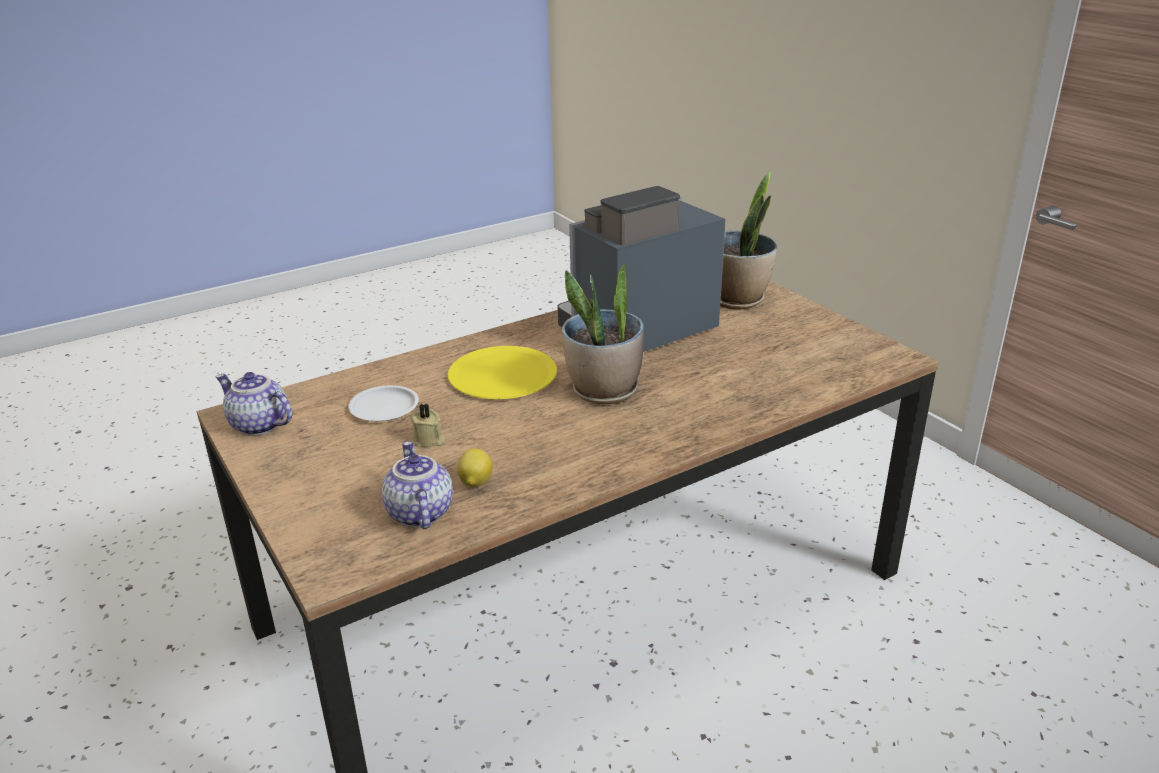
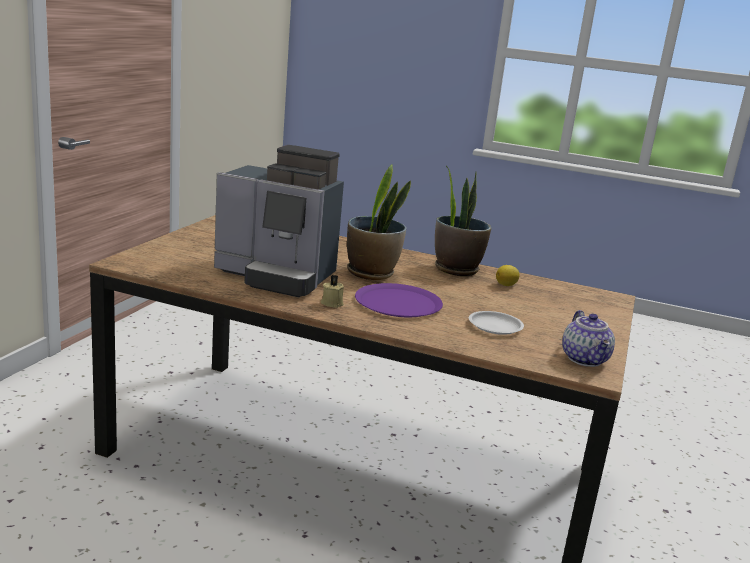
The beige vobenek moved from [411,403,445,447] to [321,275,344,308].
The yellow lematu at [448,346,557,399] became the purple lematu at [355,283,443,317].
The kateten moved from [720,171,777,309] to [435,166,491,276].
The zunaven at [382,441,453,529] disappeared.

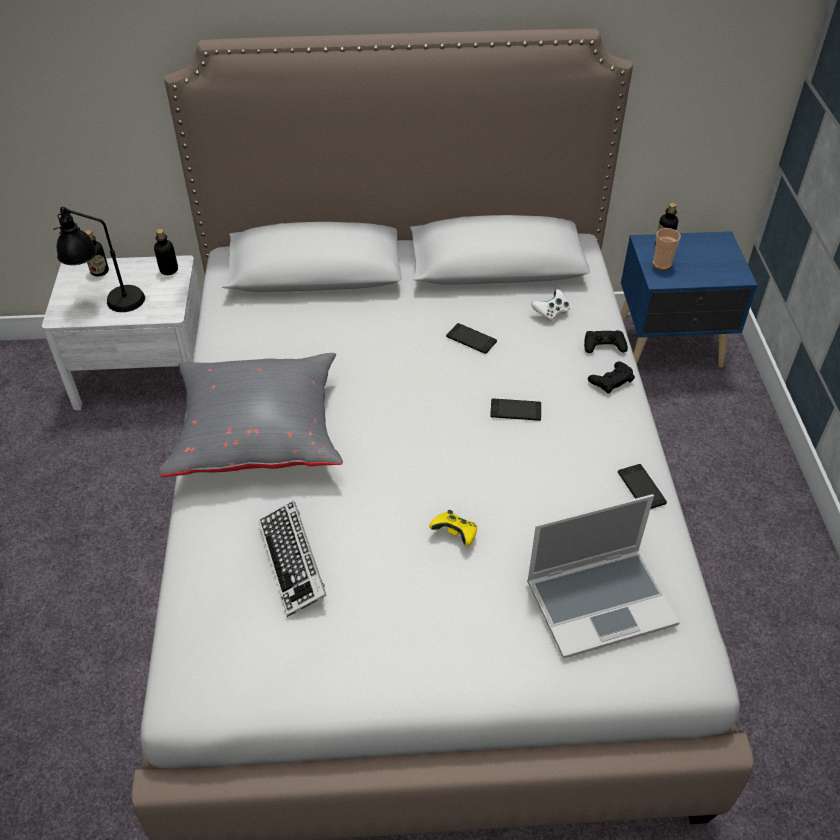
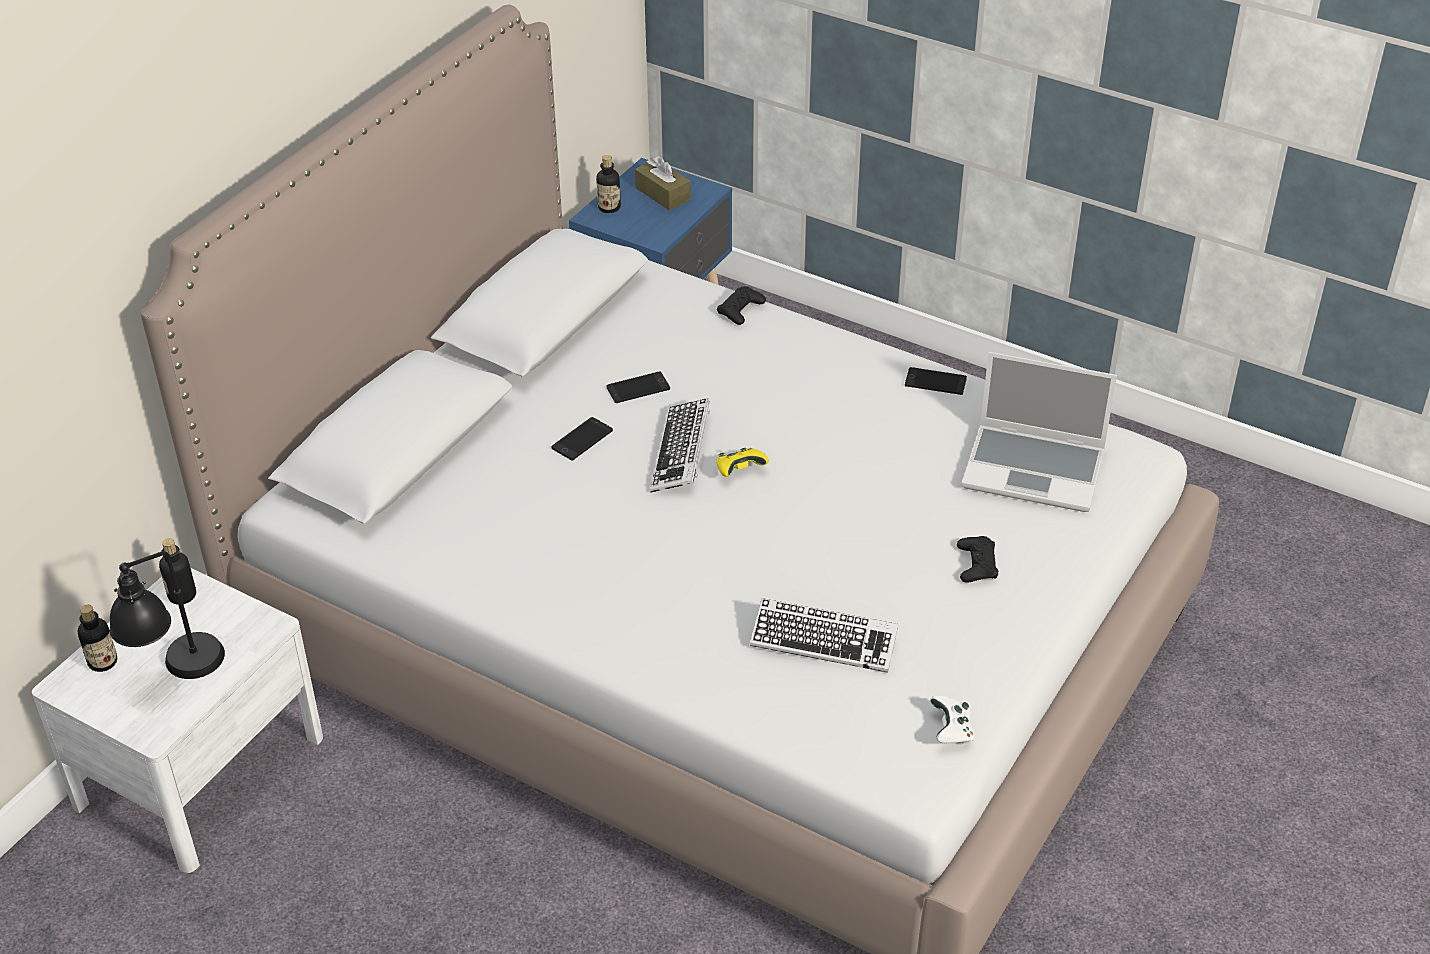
The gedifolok moved from [490,399,541,421] to [551,417,613,460].
The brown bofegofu at [635,155,691,211] appeared.
The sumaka at [650,398,710,493] appeared.
The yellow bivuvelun moved from [429,510,477,546] to [716,448,769,477].
The white bivuvelun moved from [531,289,570,322] to [930,695,975,744].
The black bivuvelun moved from [588,361,635,394] to [957,536,998,582].
The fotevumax at [527,494,680,659] turned 90 degrees clockwise.
The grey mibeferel at [158,353,343,477] disappeared.
The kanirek at [653,228,681,270] disappeared.

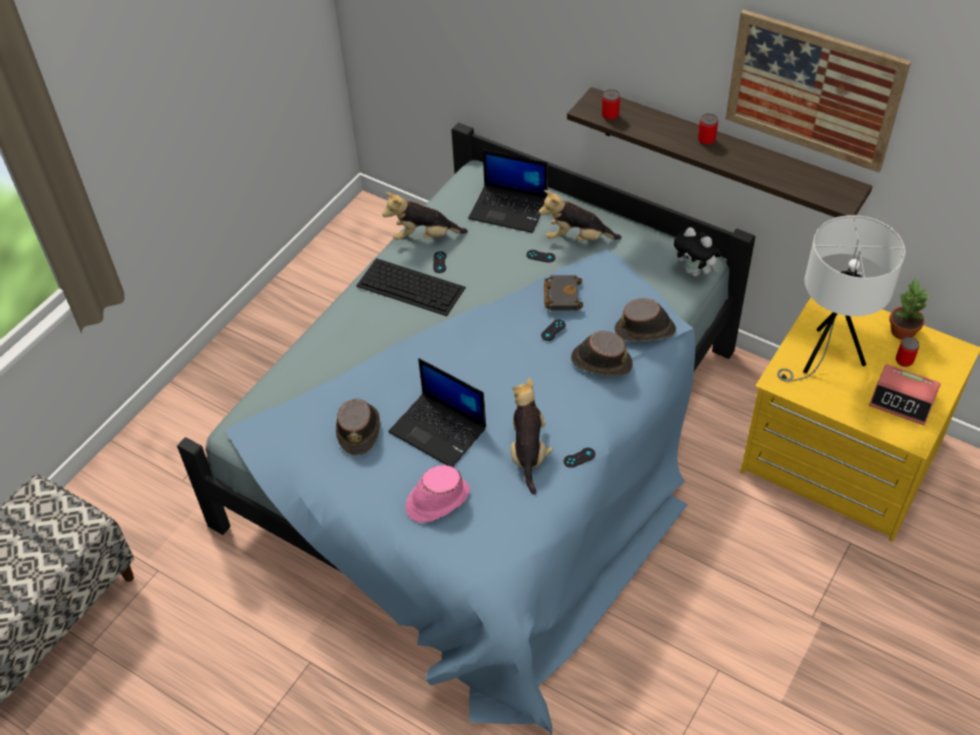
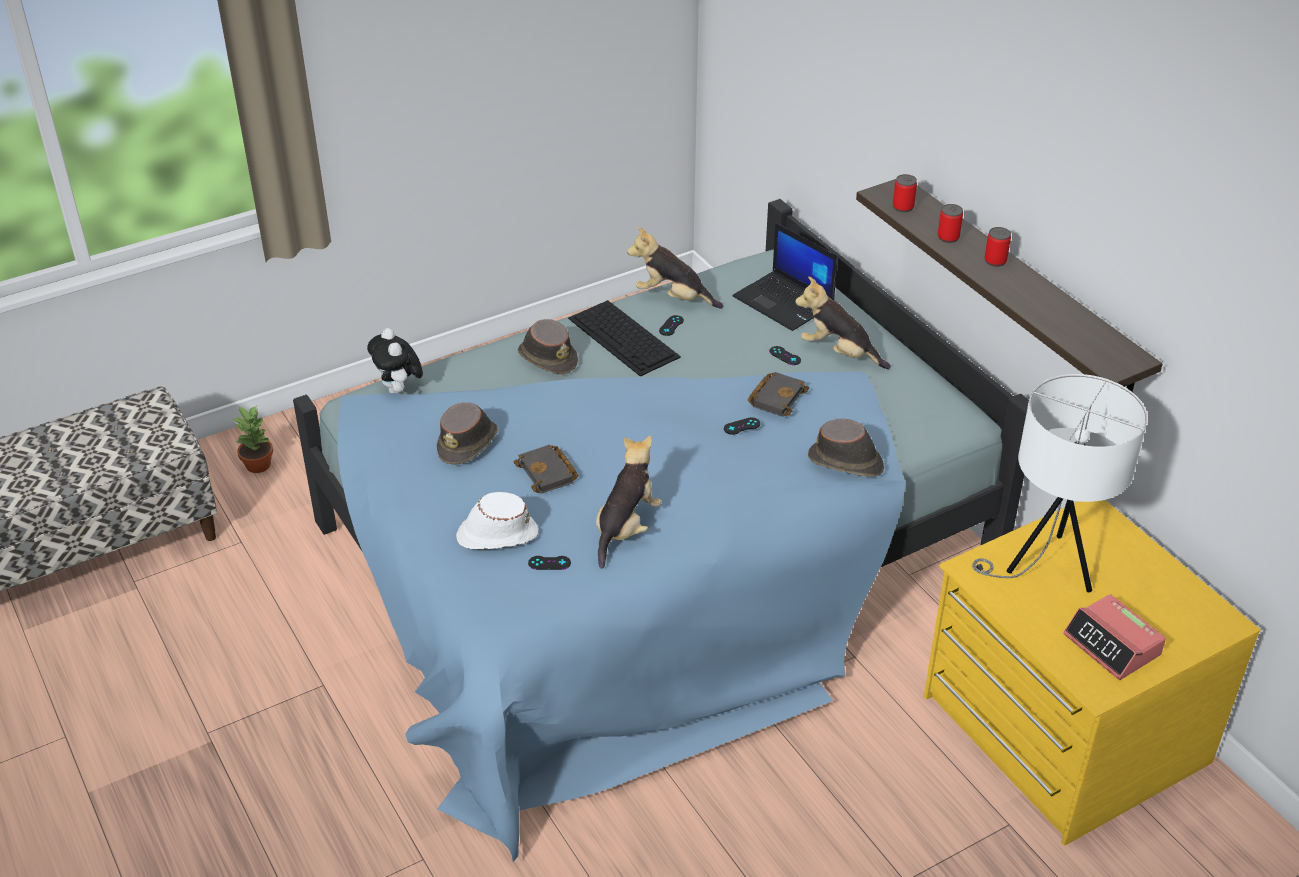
The kateten moved from [889,278,931,340] to [233,405,273,473].
The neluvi moved from [674,227,722,277] to [367,328,423,393].
The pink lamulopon at [406,465,470,523] became the white lamulopon at [456,492,538,550].
The fotevumax at [388,358,486,467] was replaced by the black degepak at [514,445,578,494].
The brown lamulopon moved from [571,331,633,376] to [518,319,578,375].
The black bivuvelun moved from [563,448,595,468] to [528,556,571,570].
The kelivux moved from [896,337,919,367] to [938,204,963,243].
The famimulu at [726,9,911,172] disappeared.

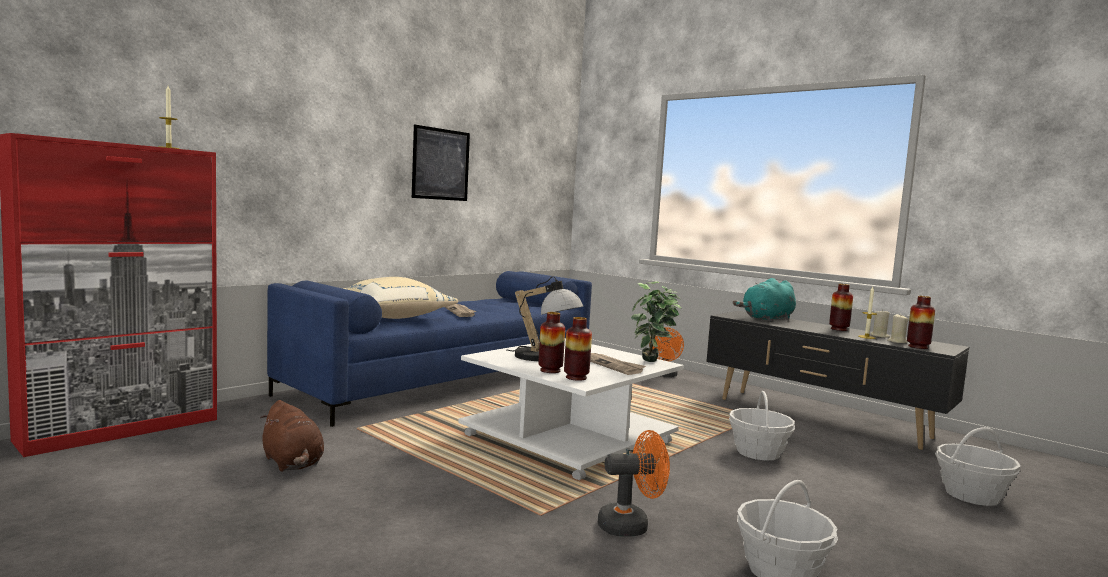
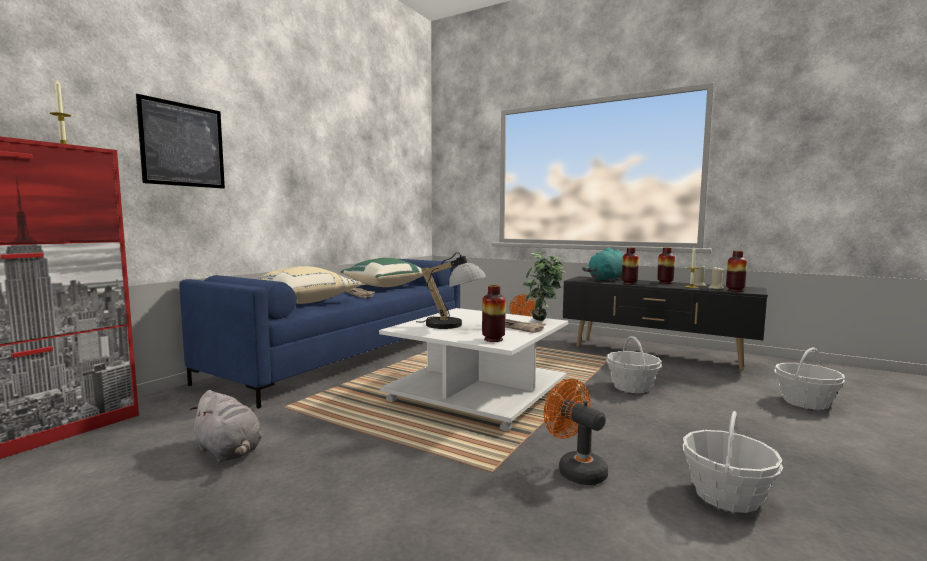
The famimulu moved from [412,125,470,201] to [136,94,225,189].
The brown neluvi at [260,400,324,472] became the grey neluvi at [190,390,262,463].
The green mibeferel at [340,258,423,287] appeared.
The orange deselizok at [598,430,670,537] turned 105 degrees counterclockwise.
The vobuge moved from [538,312,565,373] to [622,248,639,285].

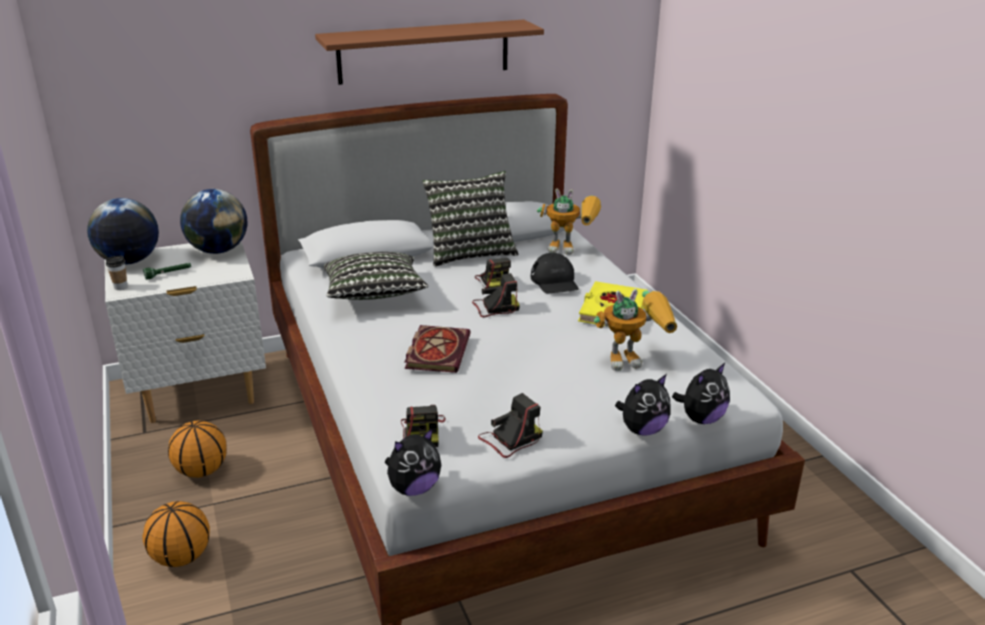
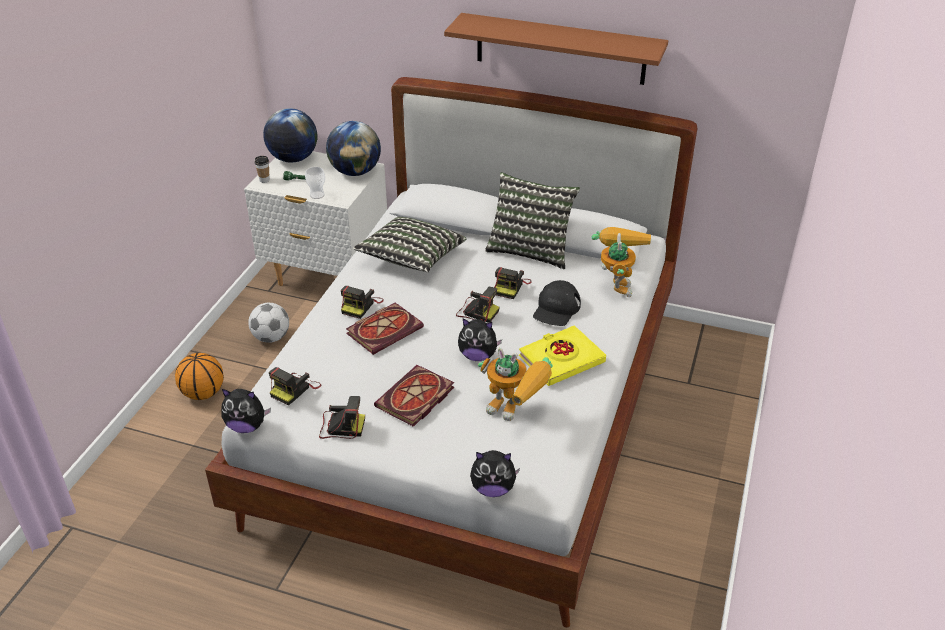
The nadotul at [168,420,227,478] was replaced by the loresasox at [248,303,289,343].
The kanirek at [305,167,325,199] appeared.
The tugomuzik at [341,286,384,319] appeared.
The degepak at [374,365,454,427] appeared.
The neluvi moved from [615,374,671,435] to [458,318,502,361].
The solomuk at [537,189,601,255] turned 135 degrees counterclockwise.

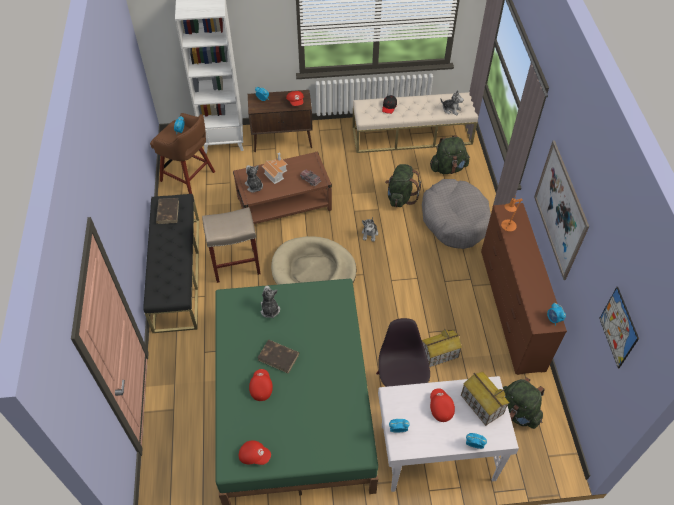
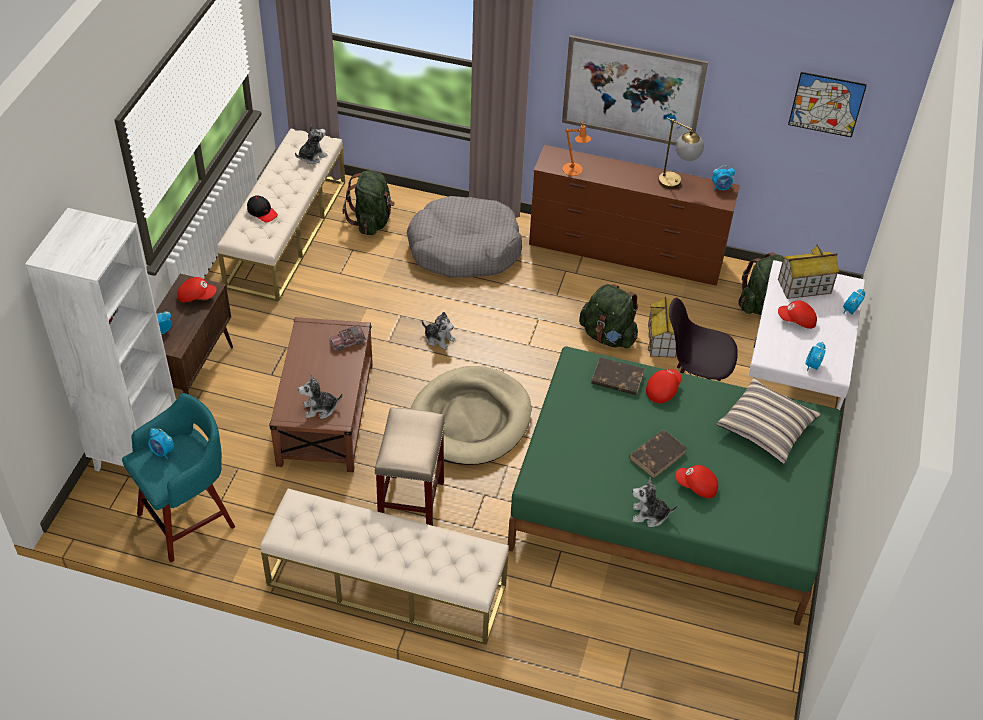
The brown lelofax at [150,113,215,194] became the turquoise lelofax at [122,393,235,563].
The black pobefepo at [143,194,199,333] became the beige pobefepo at [260,489,509,645].
The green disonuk moved from [385,164,421,207] to [579,284,638,348].
The brown degepak moved from [156,198,179,224] to [591,357,644,395].
The neluvi moved from [260,286,280,318] to [632,478,677,527].
The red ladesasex moved from [239,440,271,465] to [646,369,682,403].
The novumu at [658,117,704,189] appeared.
The mibeferel at [716,378,821,464] appeared.
The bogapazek at [262,153,288,184] disappeared.

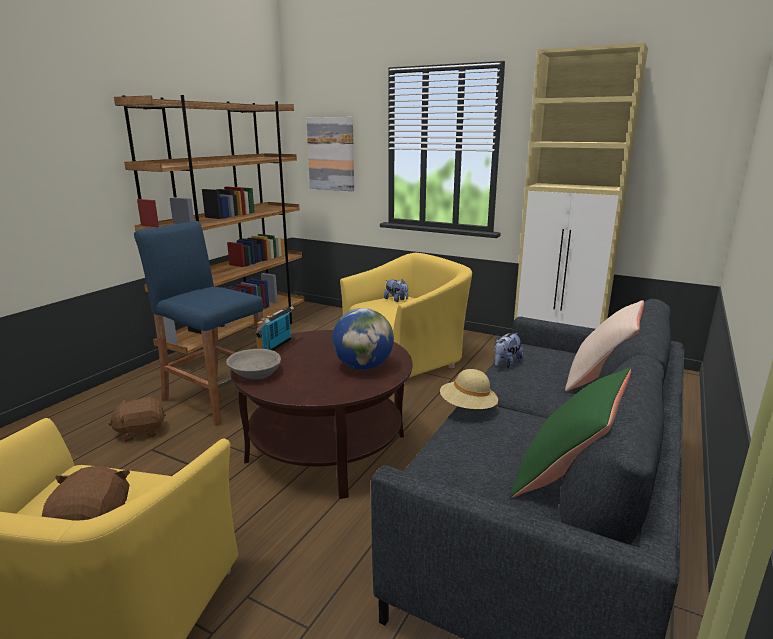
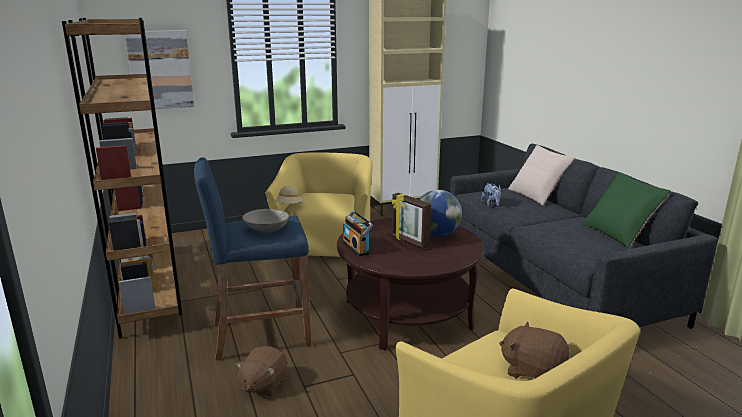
The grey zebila moved from [226,349,281,380] to [242,209,289,232].
The beige lamulopon moved from [440,369,498,409] to [275,186,304,204].
The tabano at [391,193,431,249] appeared.
The neluvi at [384,279,408,302] disappeared.

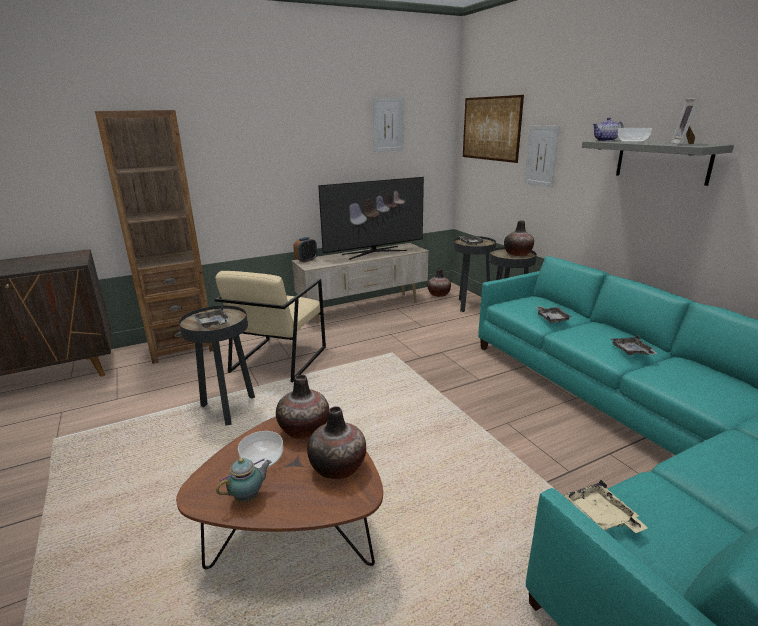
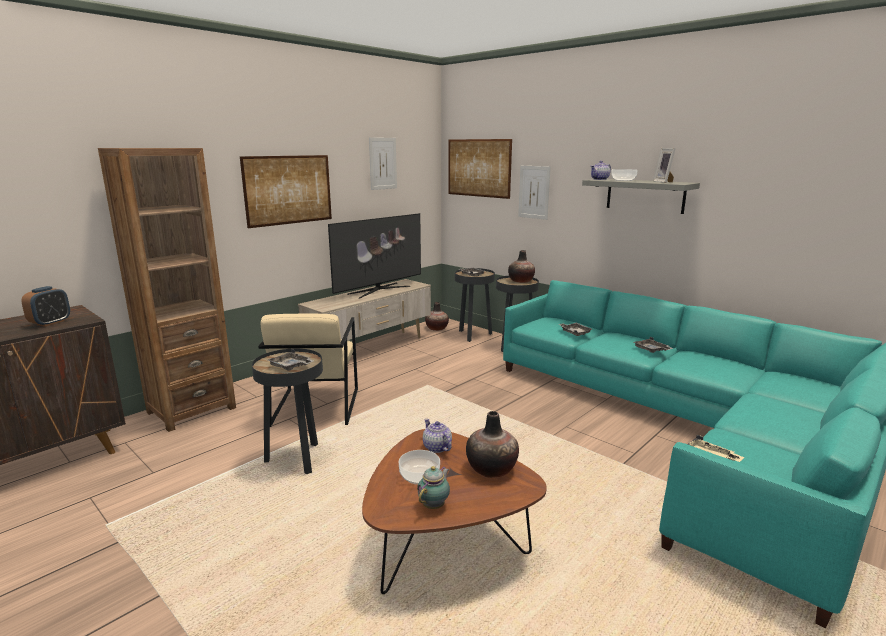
The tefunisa moved from [293,237,317,263] to [21,286,70,327].
The famimulu at [240,155,332,228] appeared.
The vobuge at [276,375,329,439] was replaced by the zunaven at [423,419,452,453].

